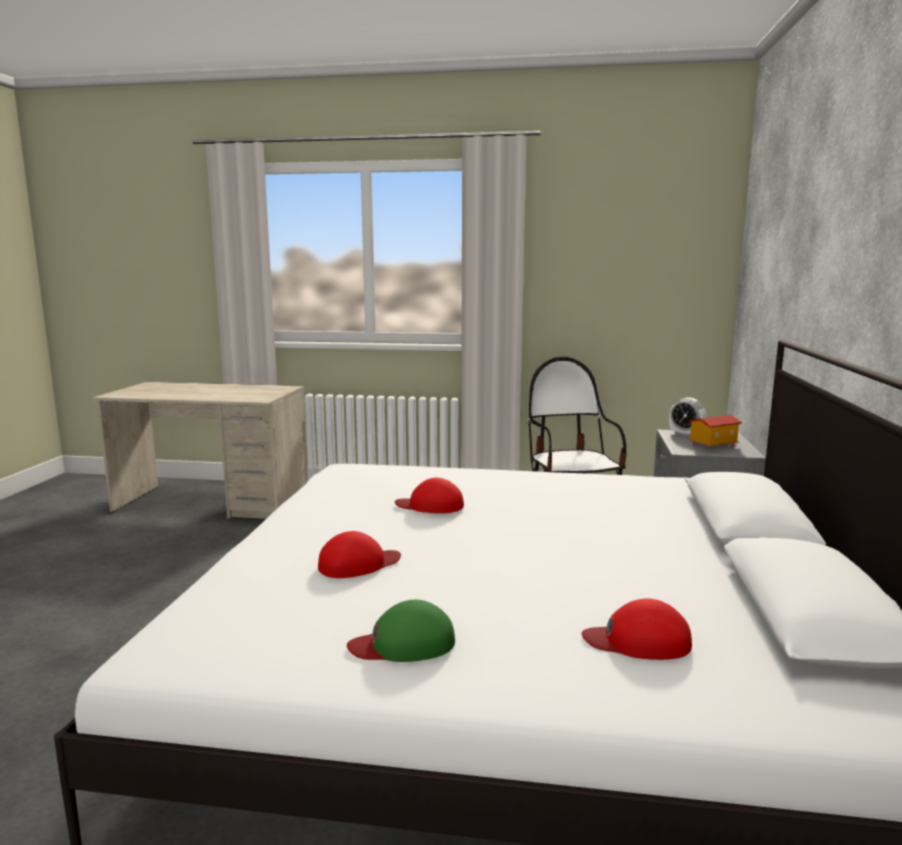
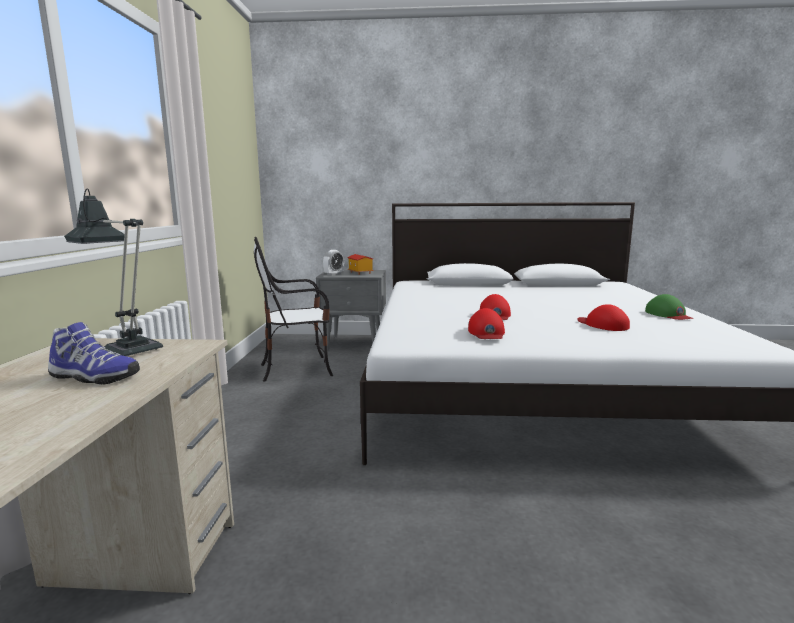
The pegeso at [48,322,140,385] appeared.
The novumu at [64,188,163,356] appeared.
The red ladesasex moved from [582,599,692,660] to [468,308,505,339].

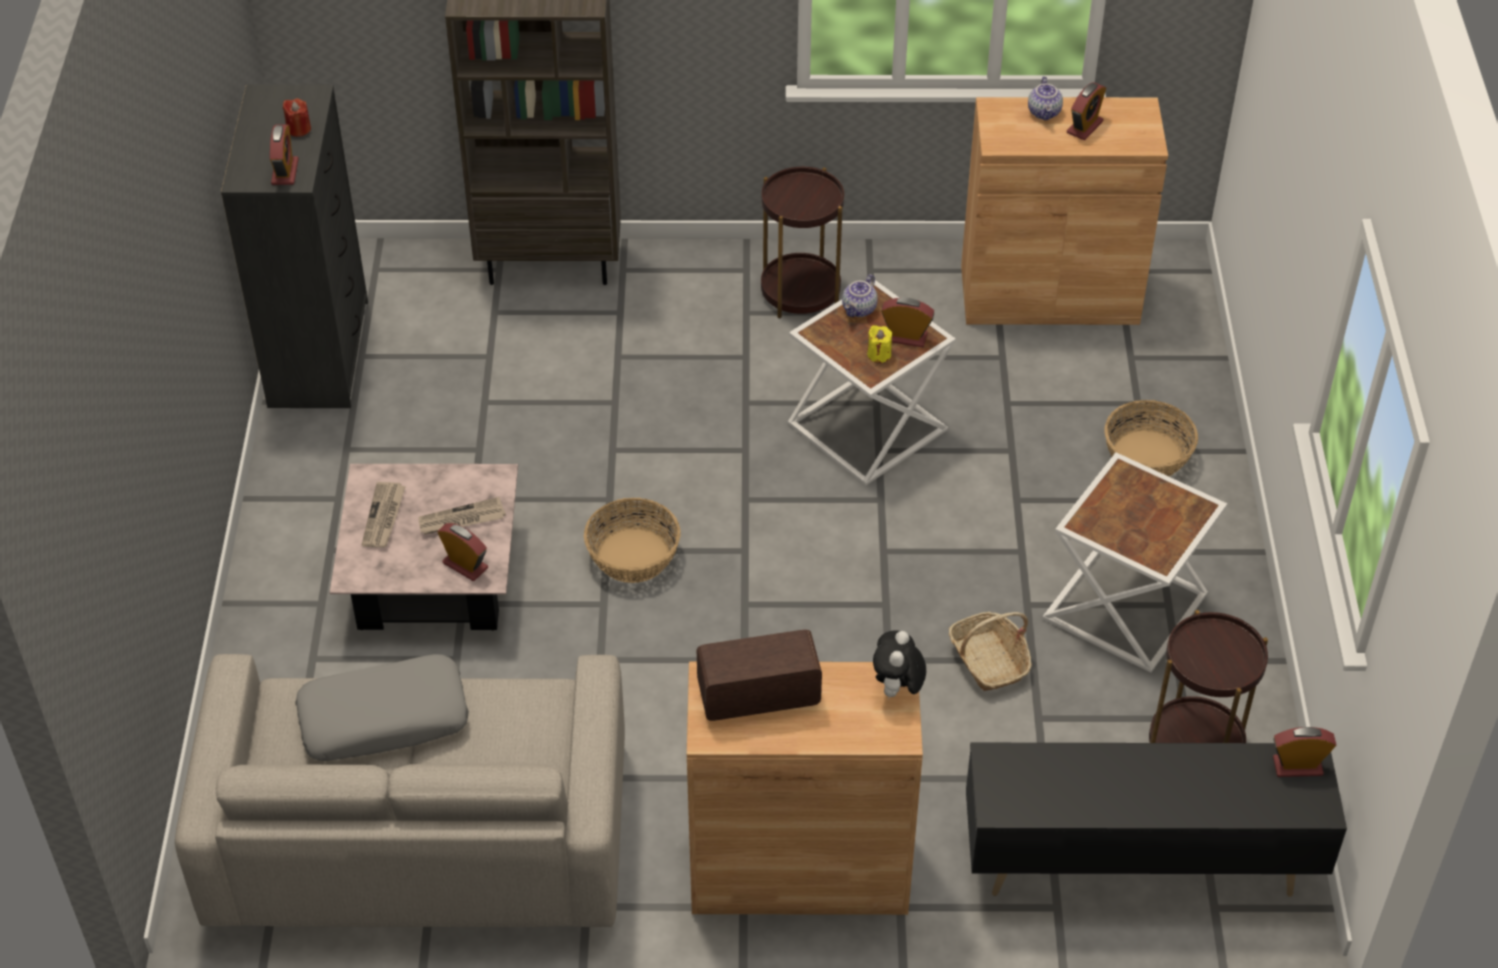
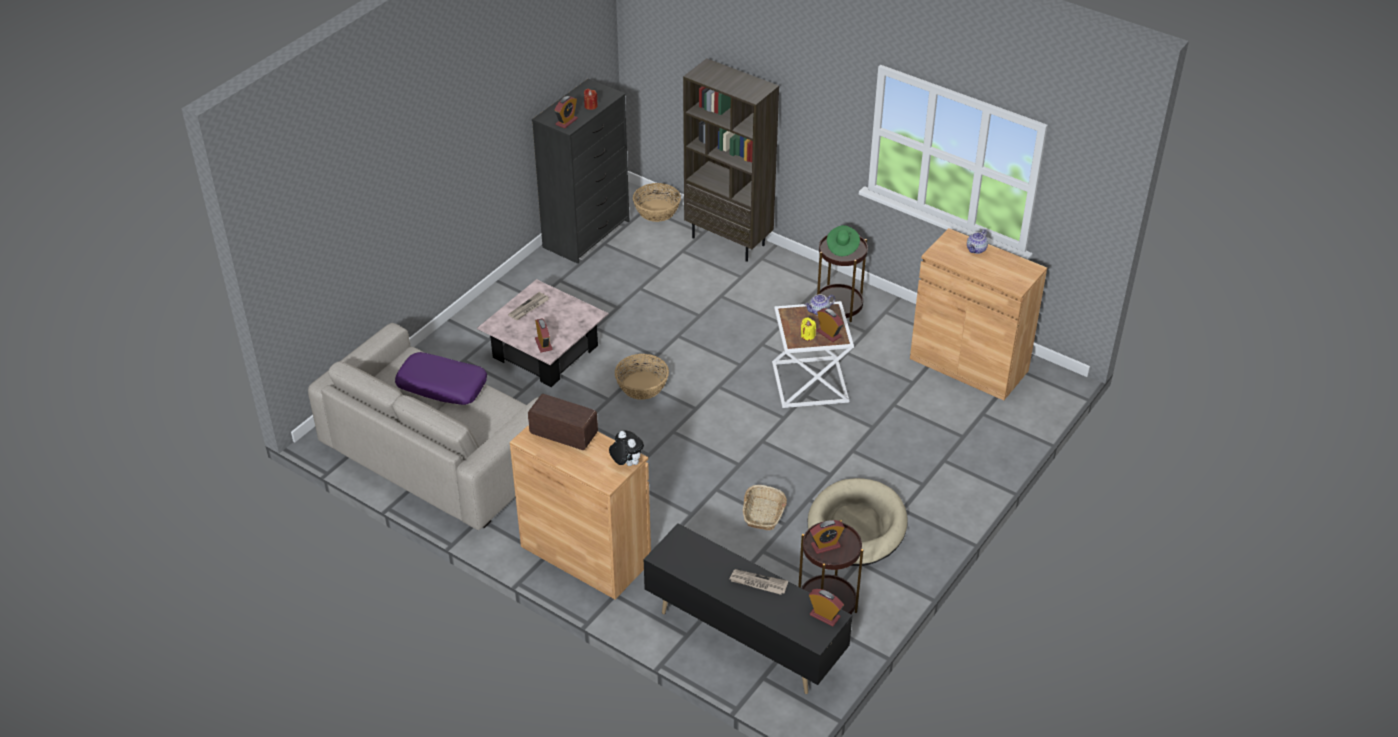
The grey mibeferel at [295,654,469,761] became the purple mibeferel at [395,352,487,405].
The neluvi at [873,630,926,697] turned 90 degrees clockwise.
The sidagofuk moved from [1104,400,1198,476] to [633,183,681,222].
The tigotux moved from [418,497,506,535] to [730,569,788,595].
The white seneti at [1042,452,1227,673] was replaced by the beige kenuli at [808,478,908,566].
The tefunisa moved from [1067,82,1106,140] to [810,520,845,554].
The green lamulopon at [827,225,860,256] appeared.

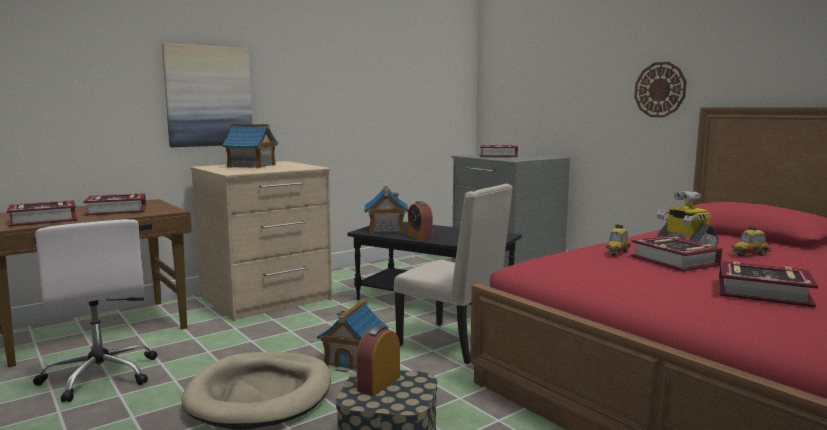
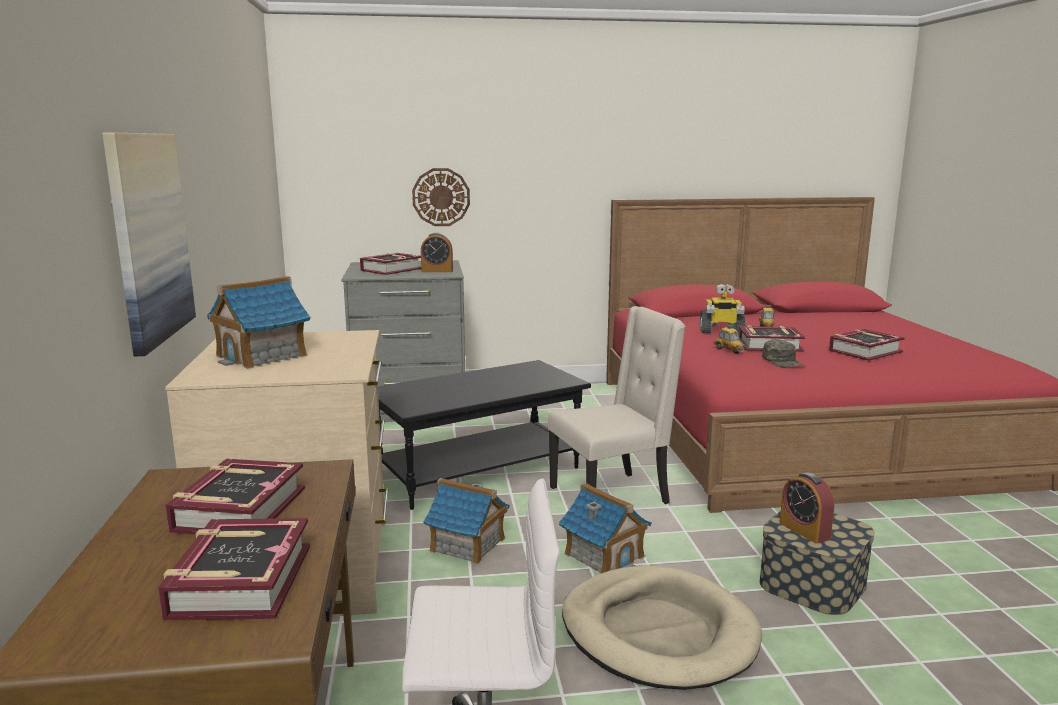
The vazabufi moved from [634,62,687,117] to [412,168,470,226].
The tefunisa moved from [408,201,433,241] to [421,233,453,272].
The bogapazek moved from [364,186,409,233] to [424,478,510,565].
The green ladesasex at [762,339,805,367] appeared.

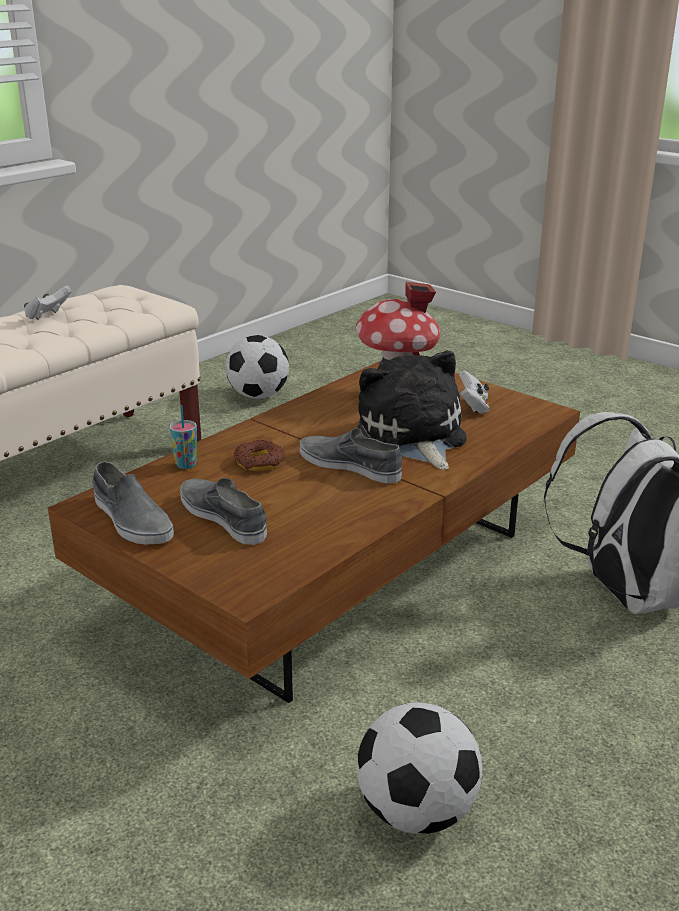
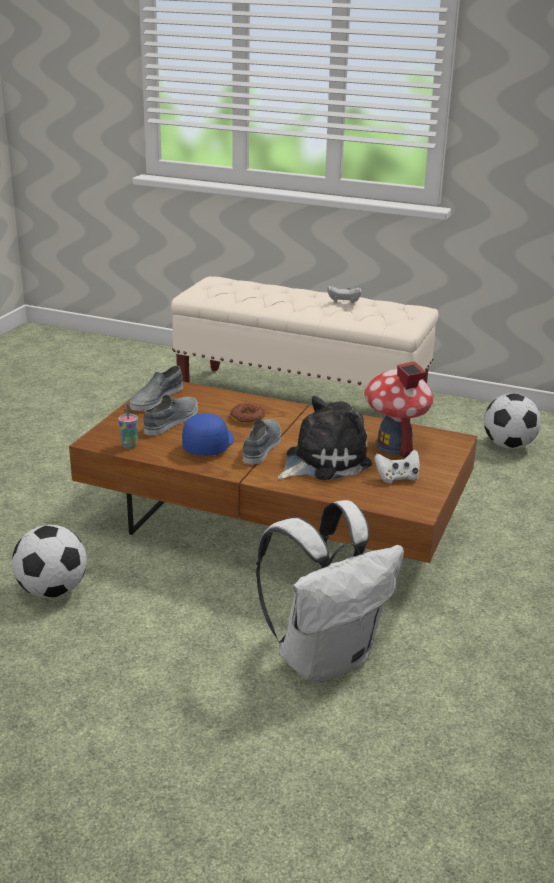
The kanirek moved from [169,405,197,469] to [118,403,138,449].
The blue ladesasex at [182,413,234,456] appeared.

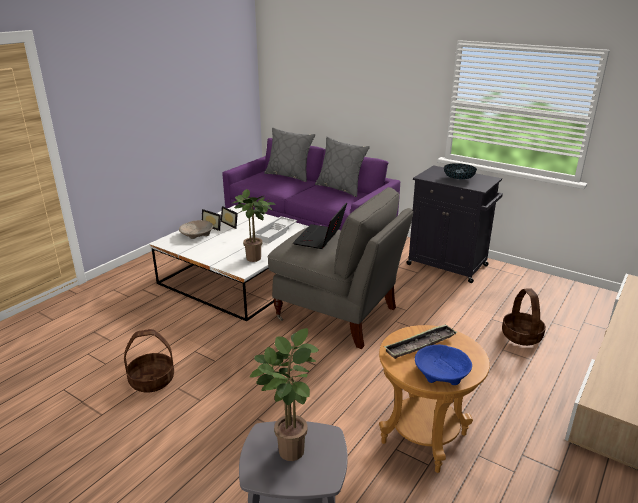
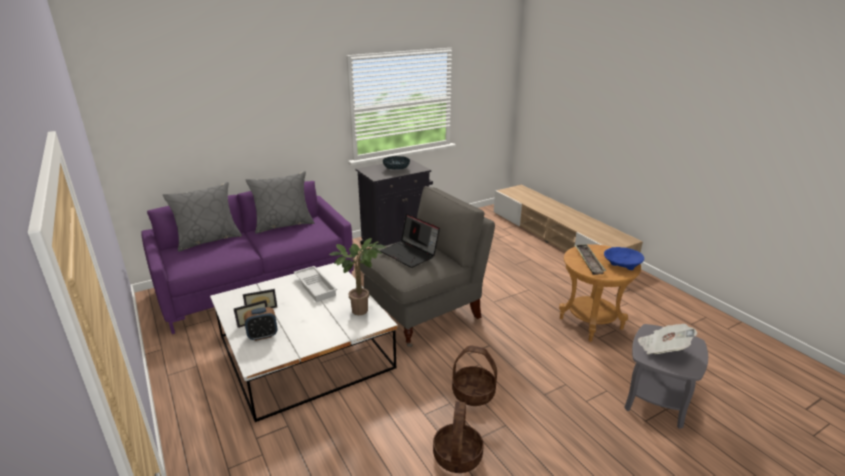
The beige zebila at [179,220,213,239] was replaced by the tefunisa at [244,307,277,341].
The sidagofuk moved from [502,288,546,346] to [452,346,497,406].
The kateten at [250,328,319,461] was replaced by the tigotux at [638,324,697,355].

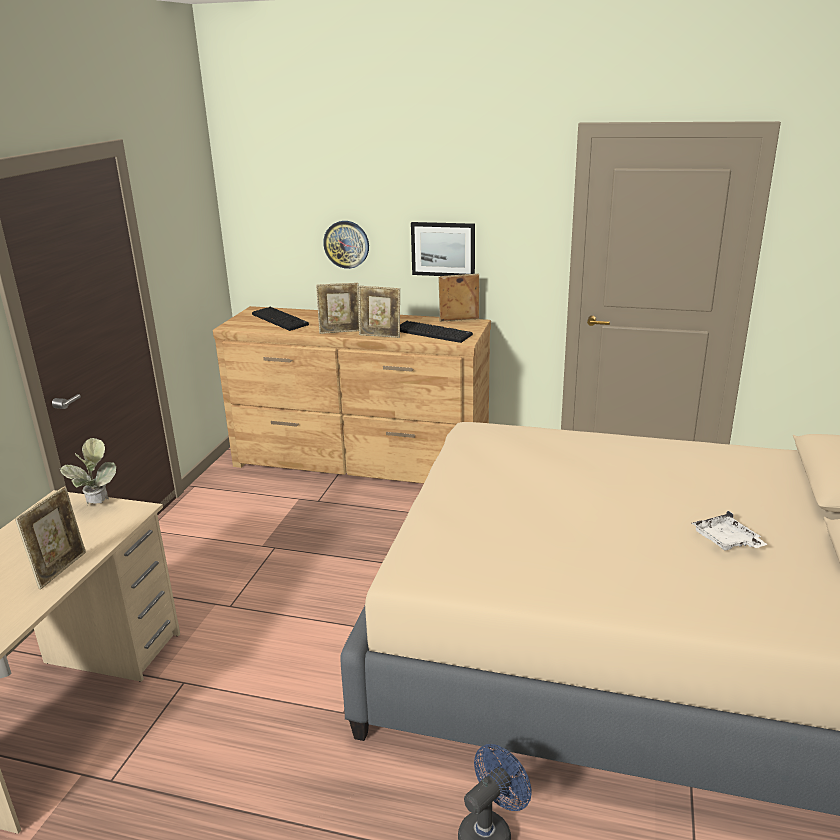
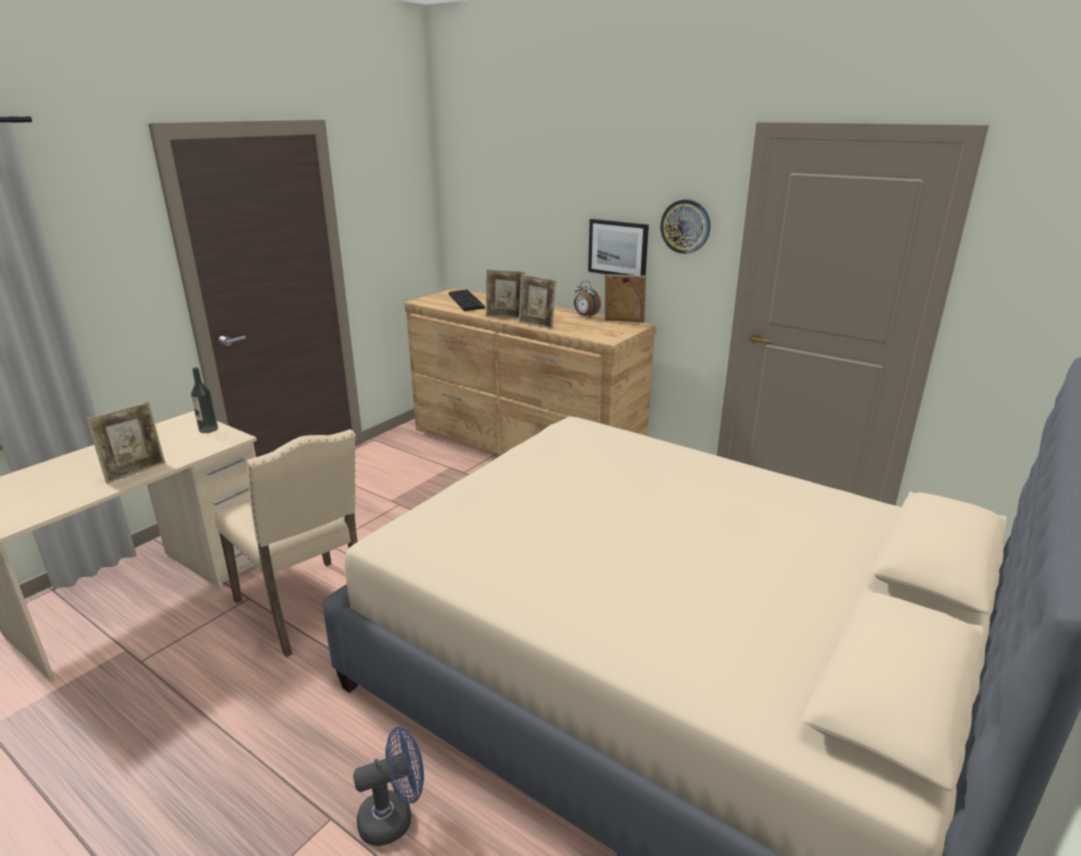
The kateten at [60,438,116,505] was replaced by the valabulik at [191,367,218,433].
The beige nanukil at [215,429,358,657] appeared.
The tefunisa at [574,281,601,318] appeared.
The vazabufi moved from [323,221,369,269] to [660,199,710,254].
The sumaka at [400,321,473,343] disappeared.
The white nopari at [692,511,768,550] disappeared.

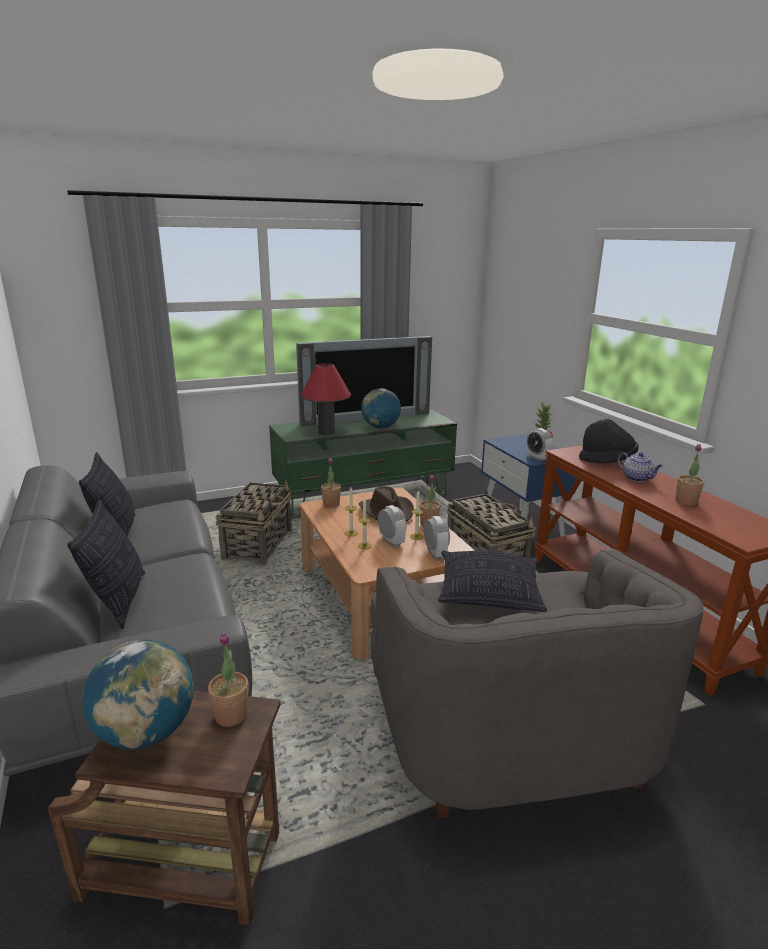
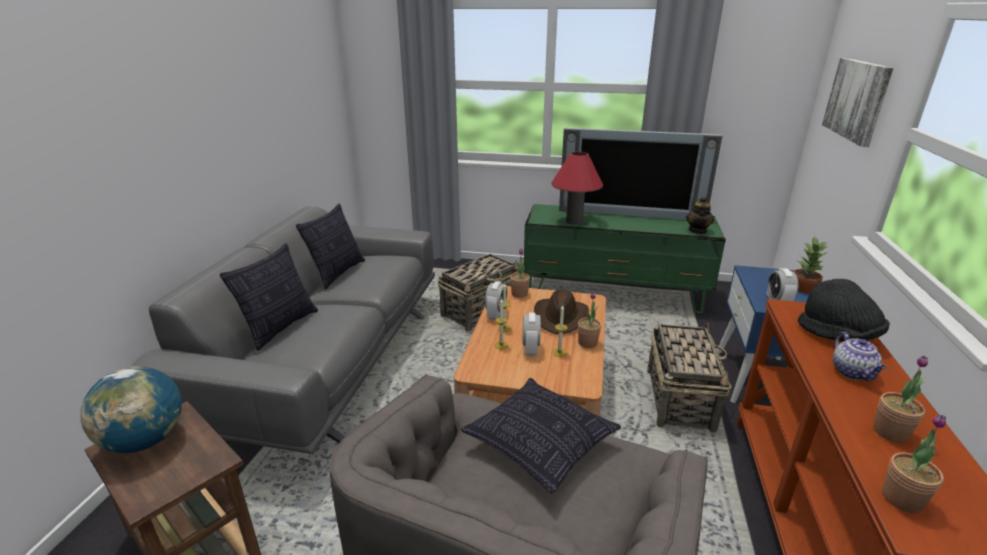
The tefunisa moved from [424,516,450,559] to [485,281,507,320].
The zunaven at [686,197,714,234] appeared.
The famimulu at [822,58,893,147] appeared.
The kateten moved from [208,633,248,727] to [882,414,946,513].
The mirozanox at [361,388,401,429] disappeared.

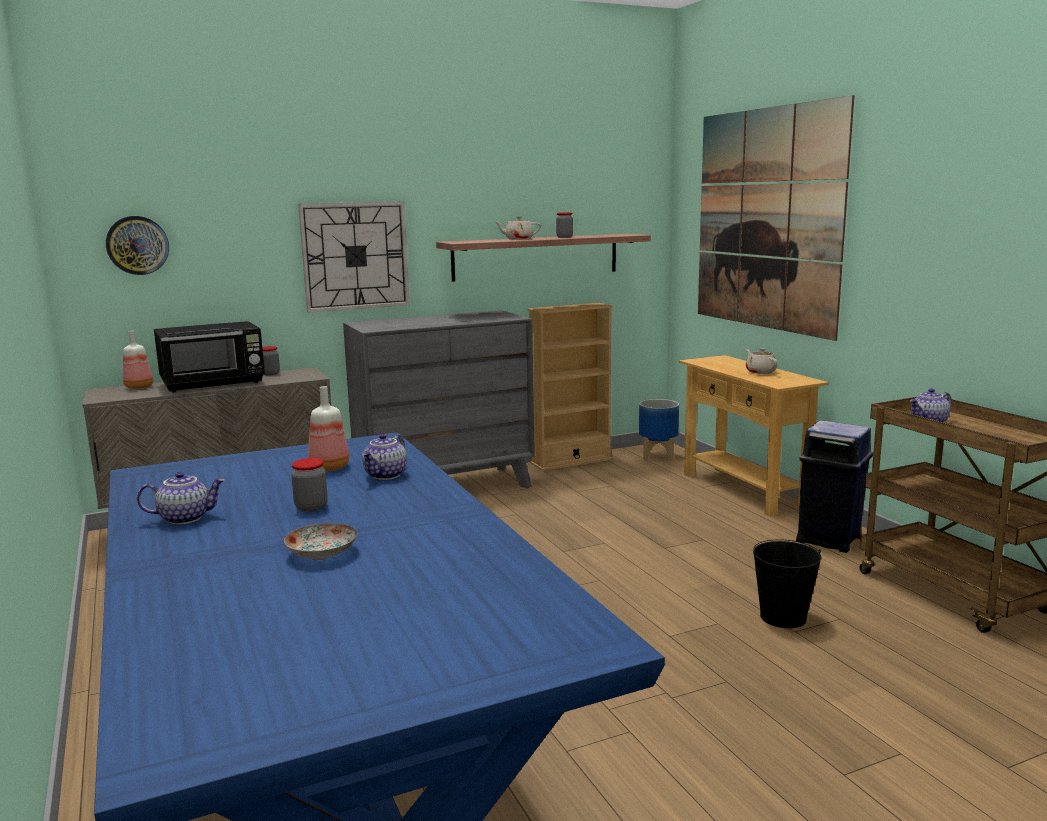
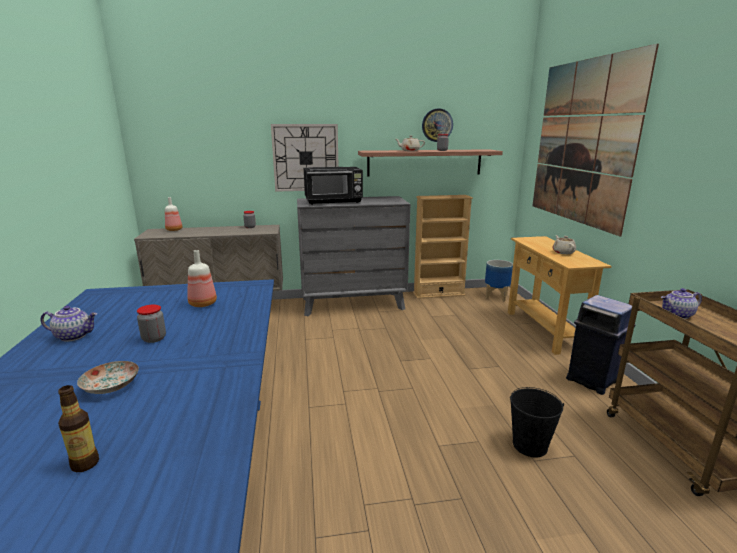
The valabulik at [58,385,99,472] appeared.
The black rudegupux moved from [154,321,265,393] to [304,167,363,205].
The vazabufi moved from [106,216,169,275] to [422,108,453,142].
The zunaven at [362,434,407,480] disappeared.

